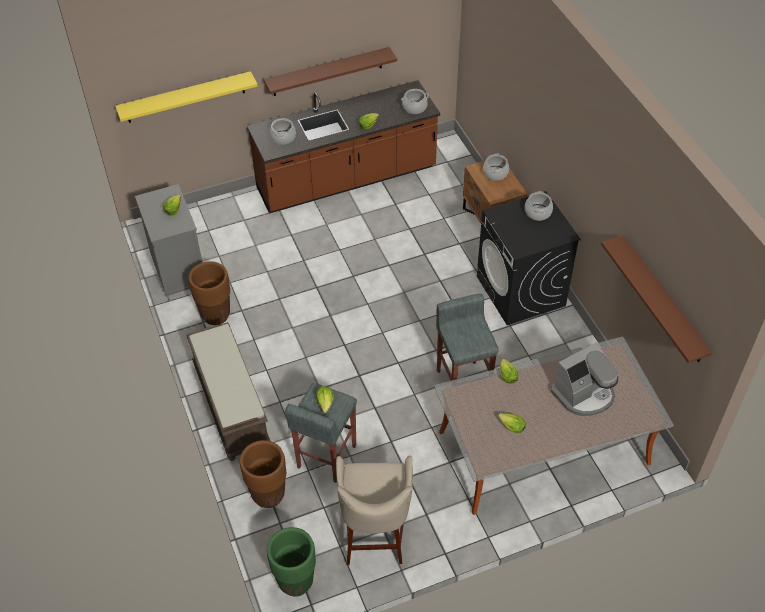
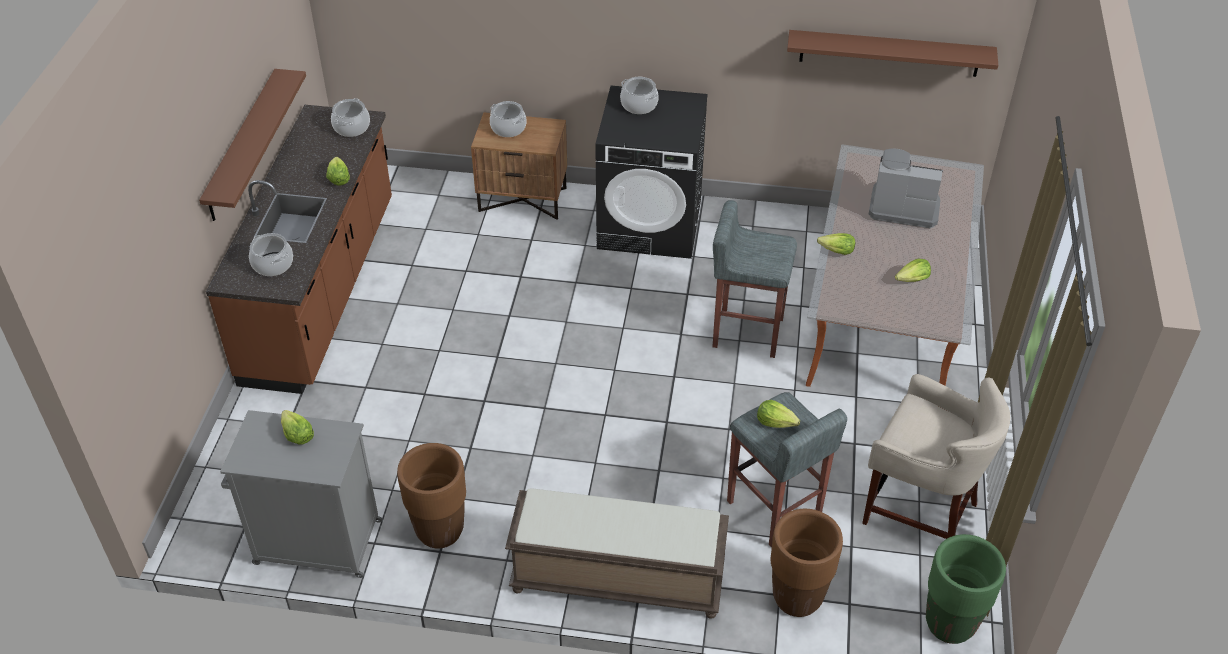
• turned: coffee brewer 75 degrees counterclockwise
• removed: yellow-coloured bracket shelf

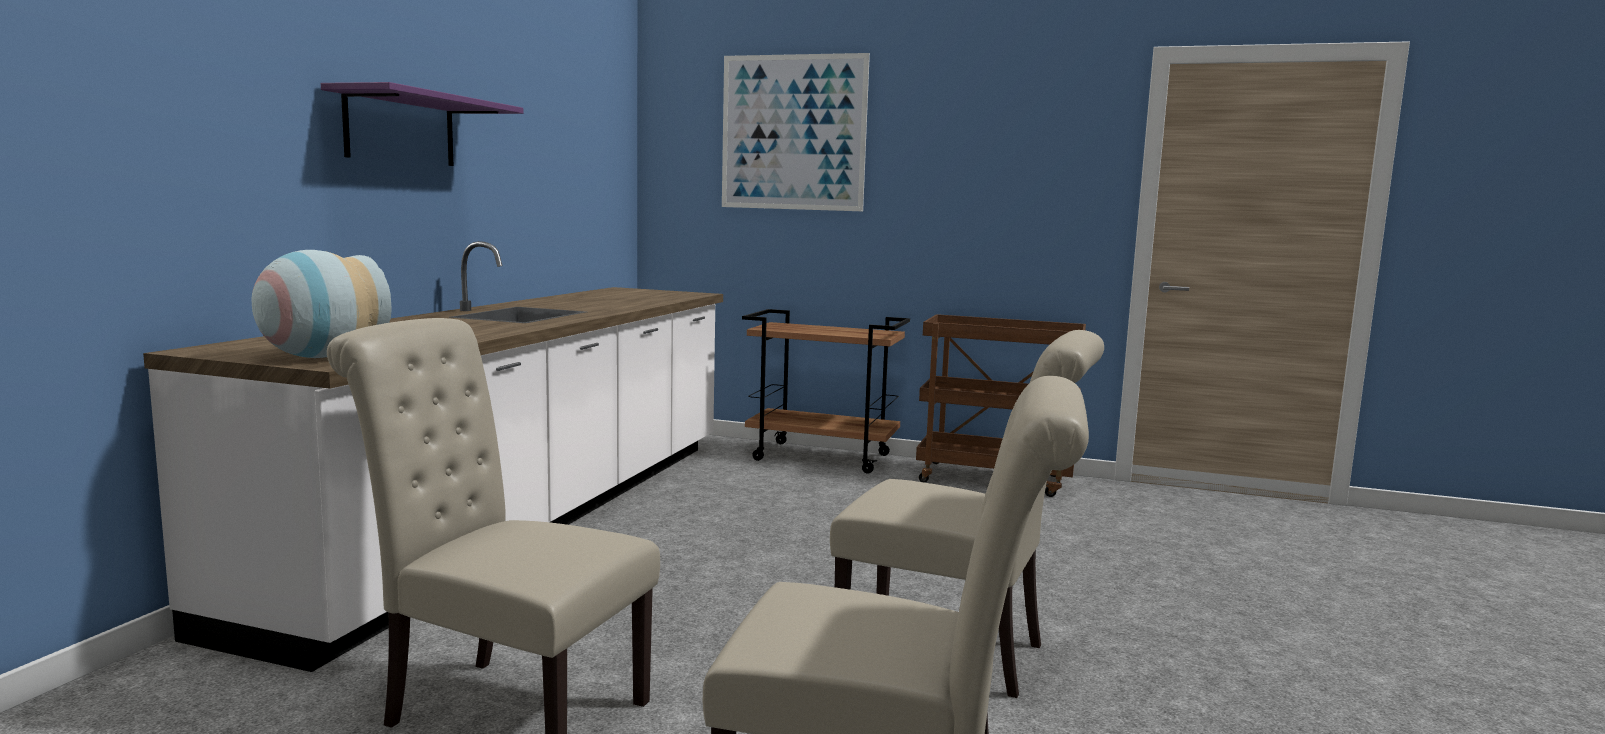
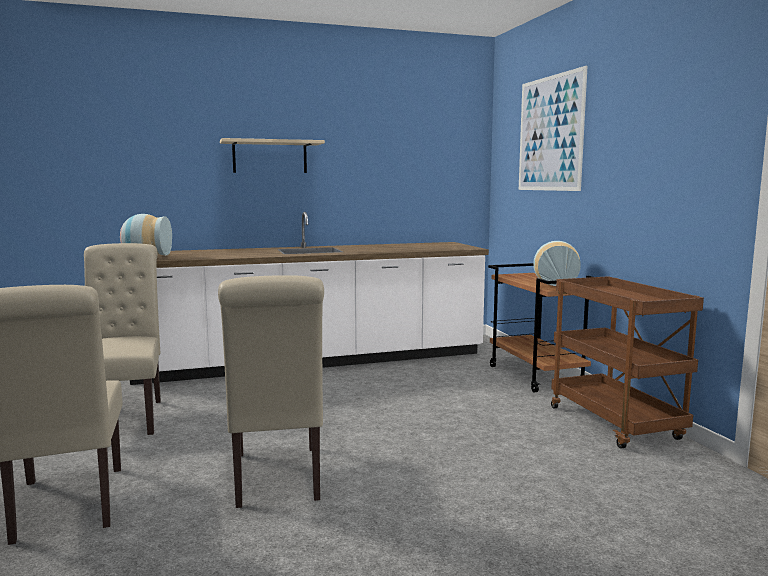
• recoloured: purple-coloured bracket shelf to beige bracket shelf
• added: flower vase (2nd from left)

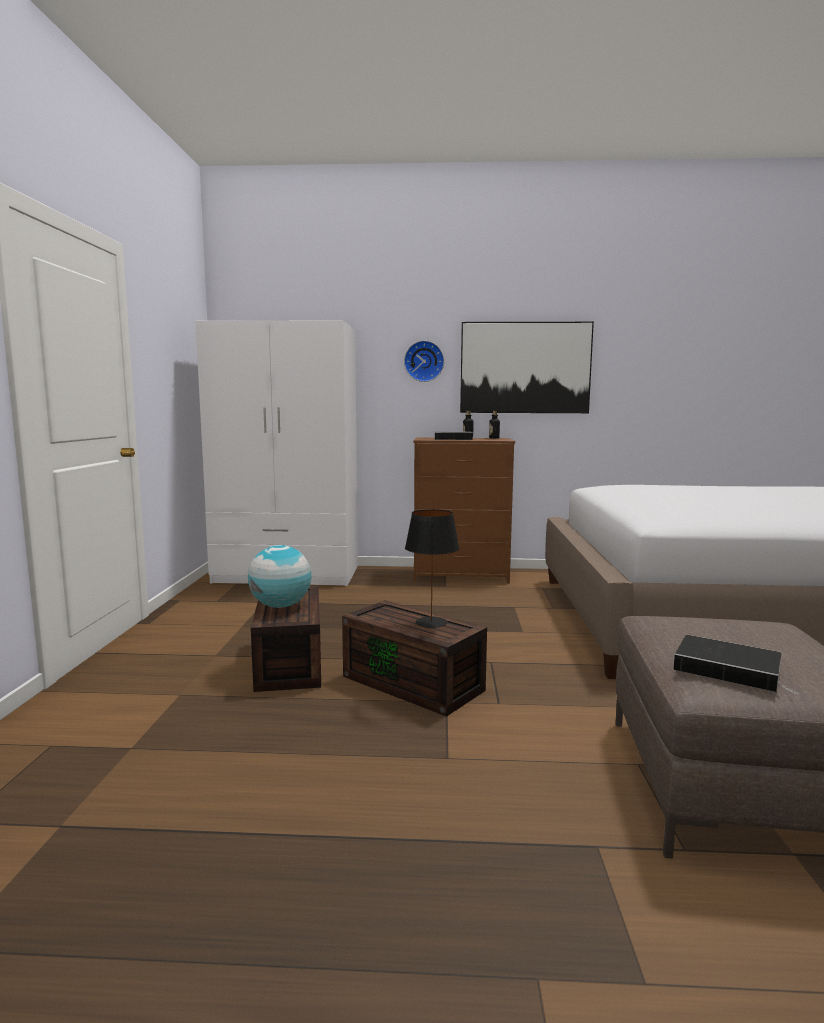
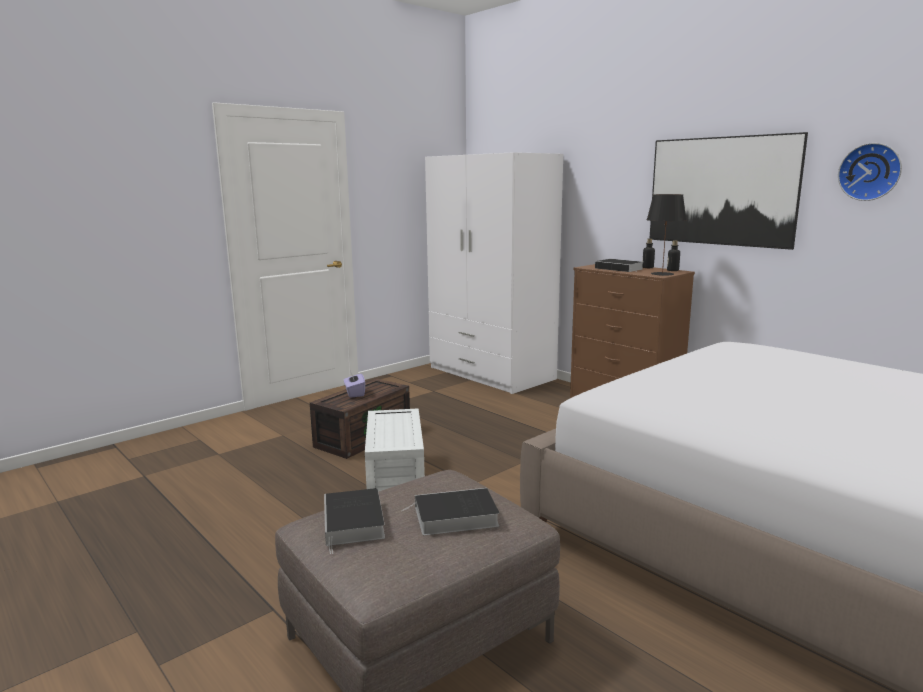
• replaced: world globe to purple-coloured box of tissues
• recoloured: brown storage bin (2nd from left) to whitish storage bin
• added: book (2nd from left)
• moved: black table lamp
• moved: hanging clock

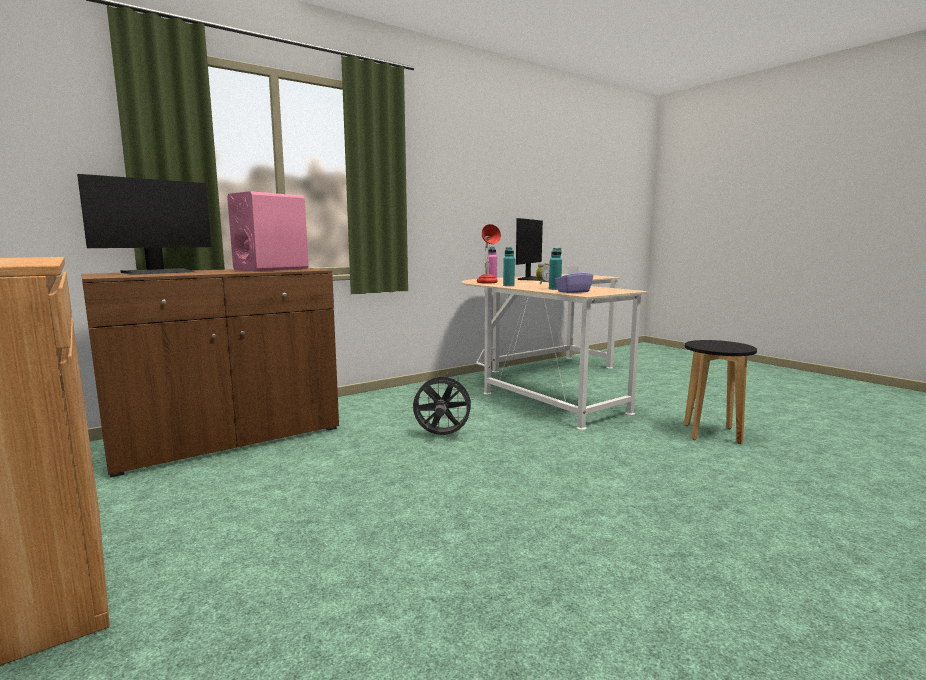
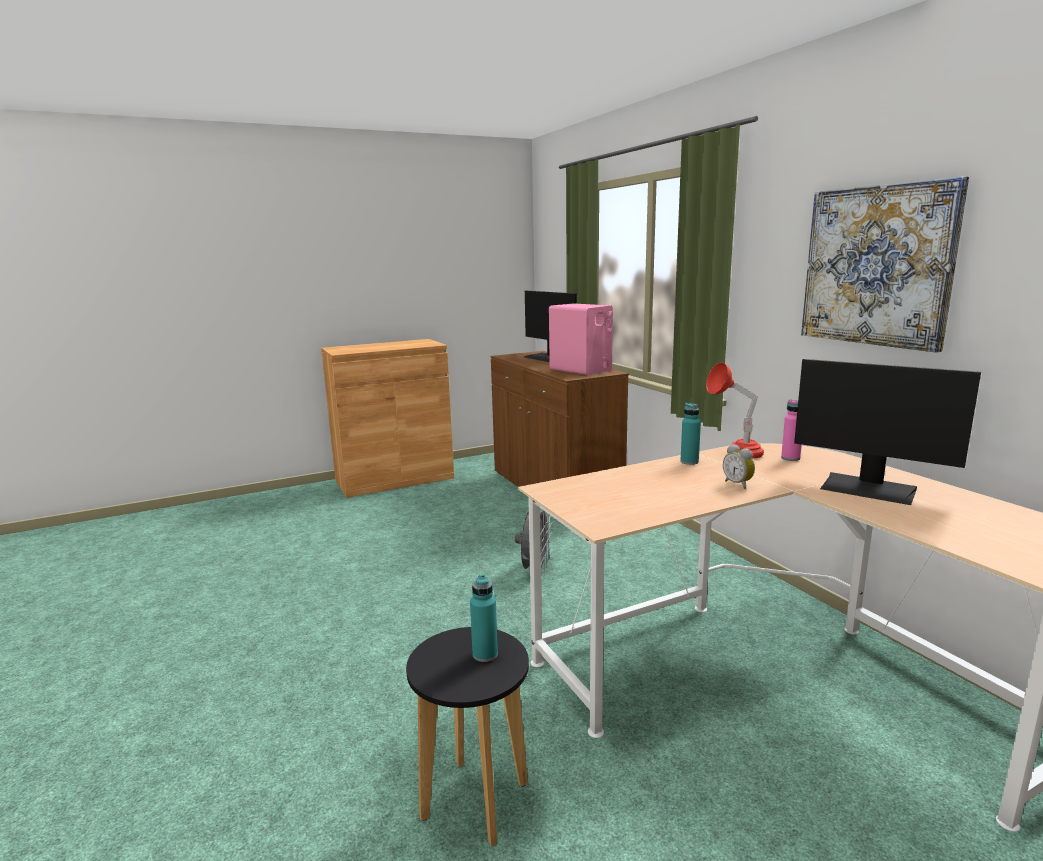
• moved: blue-green drink bottle (2nd from left in the first image) to blue-green drink bottle (1st from left)
• added: picture
• removed: purple-coloured box of tissues

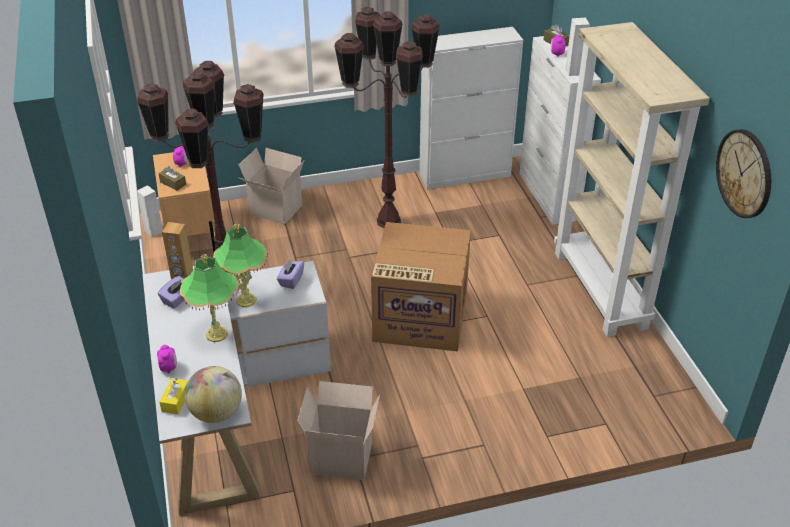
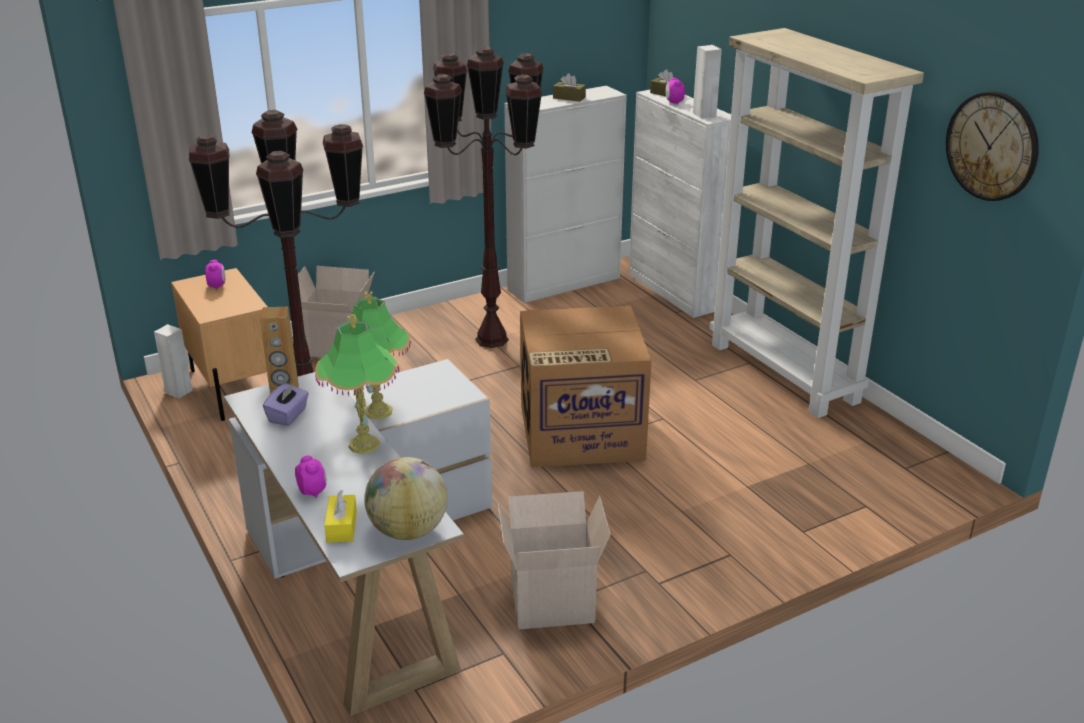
• moved: brown box of tissues (1st from left)
• removed: purple-coloured box of tissues (2nd from left)

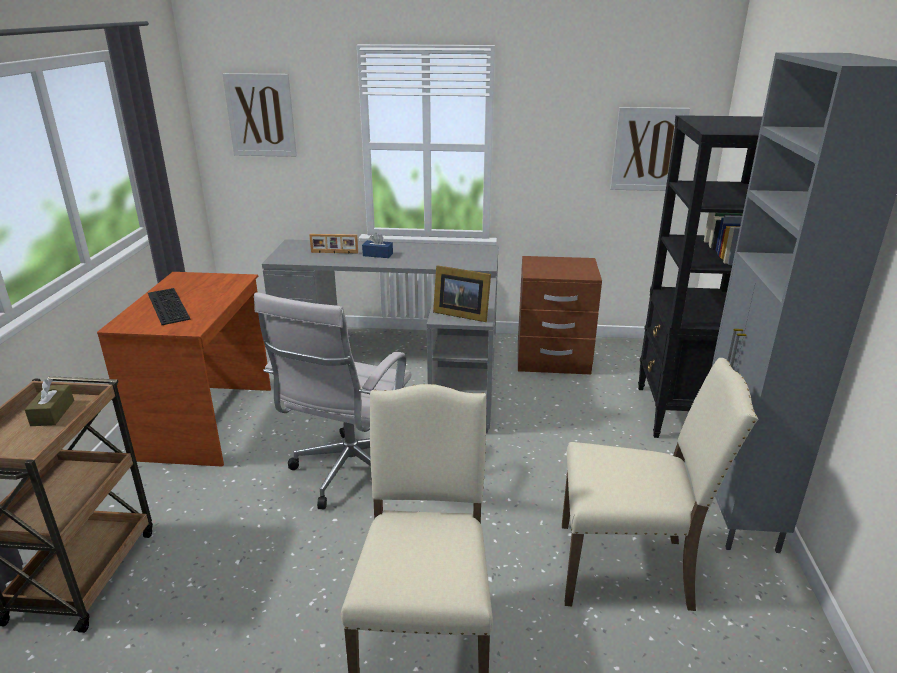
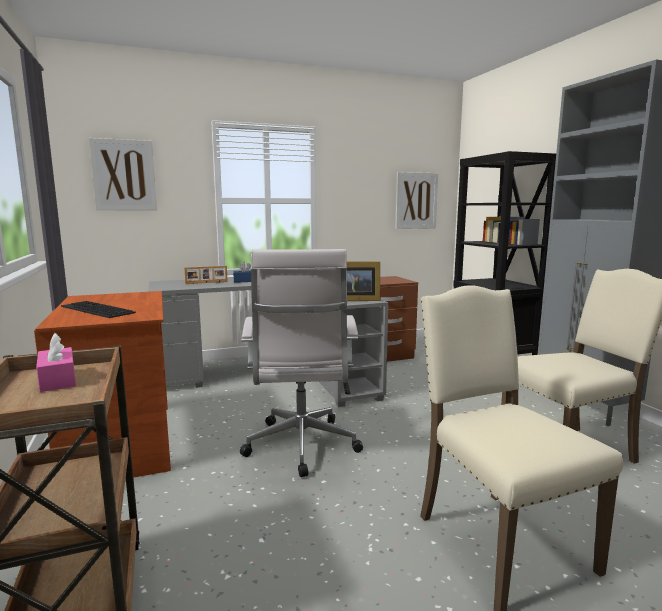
• recoloured: brown box of tissues to pink-coloured box of tissues

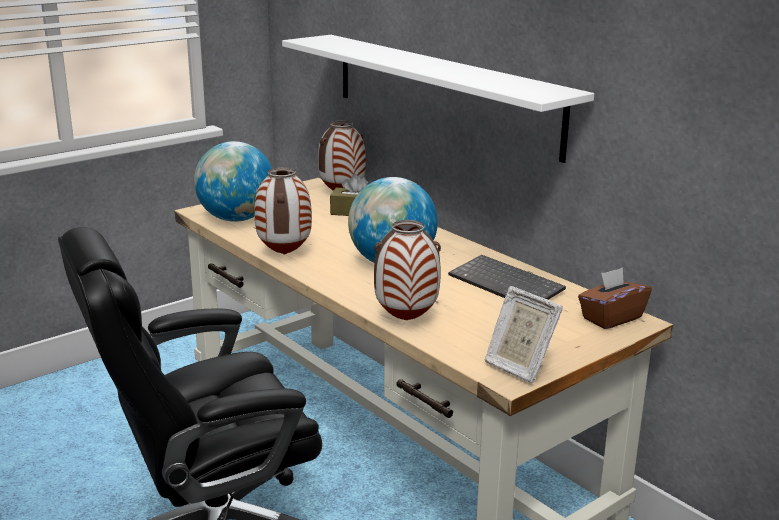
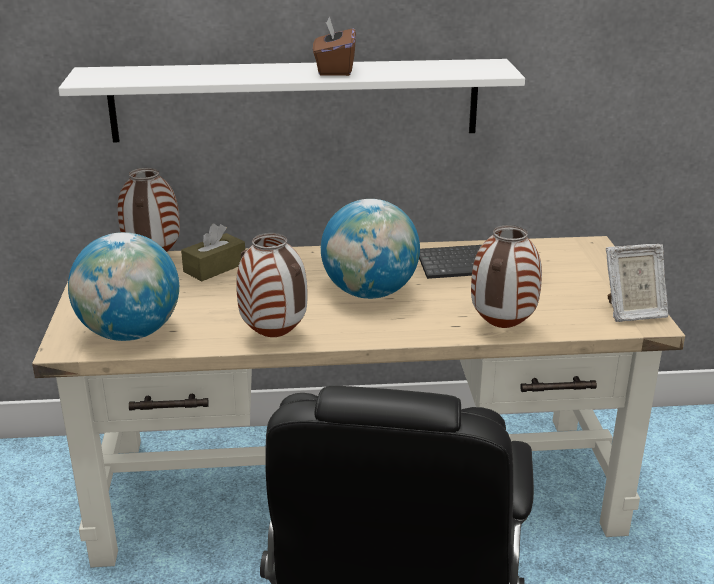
• moved: brown box of tissues (2nd from left)

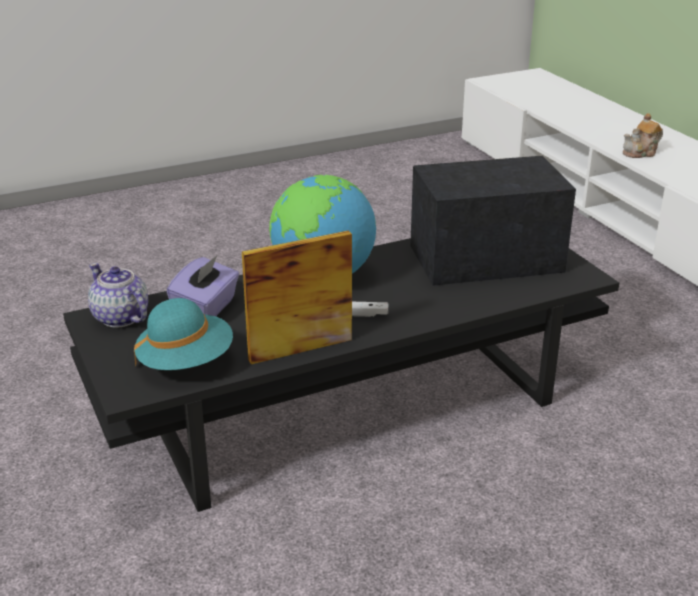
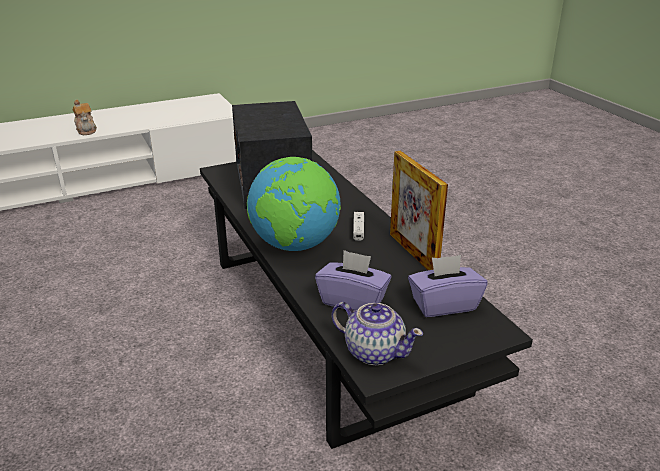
• turned: tea pot (1st from left in the first image) 105 degrees counterclockwise
• replaced: blue-green clothing hat to purple-coloured box of tissues (2nd from left)

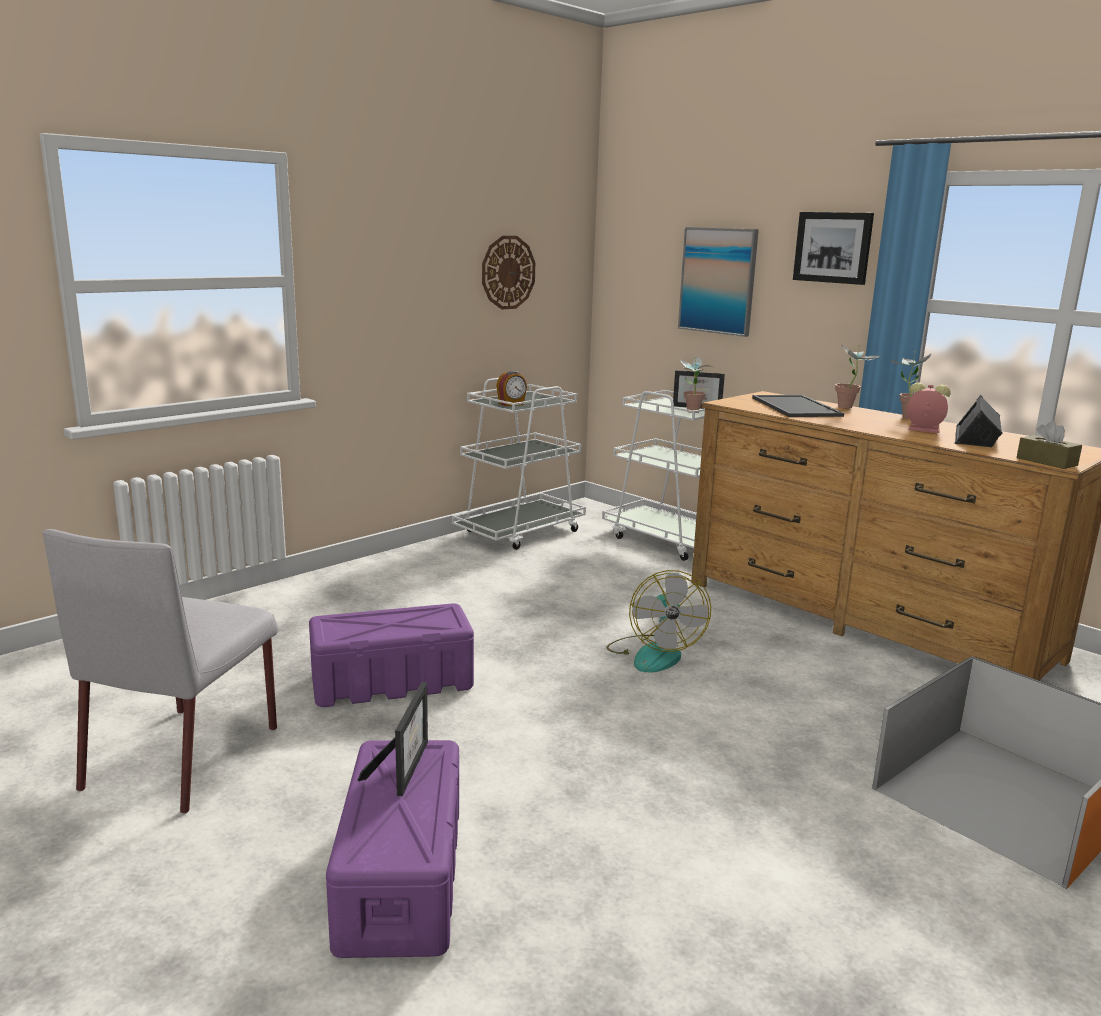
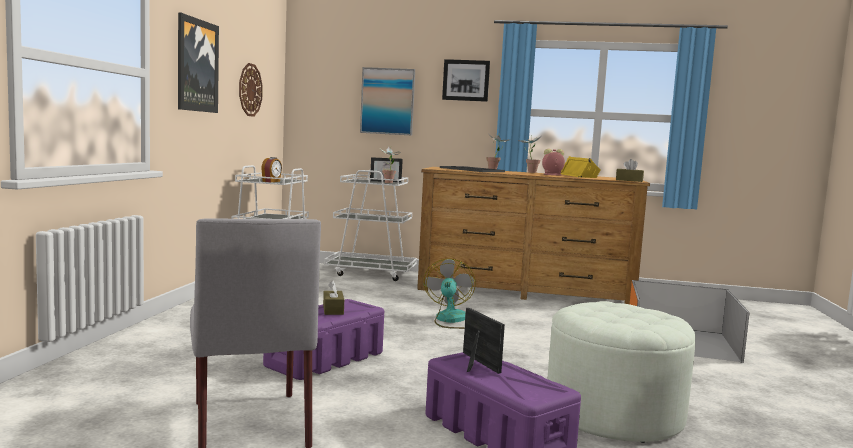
• added: picture (1st from left)
• added: brown box of tissues (1st from left)
• turned: fan 135 degrees counterclockwise
• added: whitish ottoman
• recoloured: black audio speaker to yellow-coloured audio speaker

